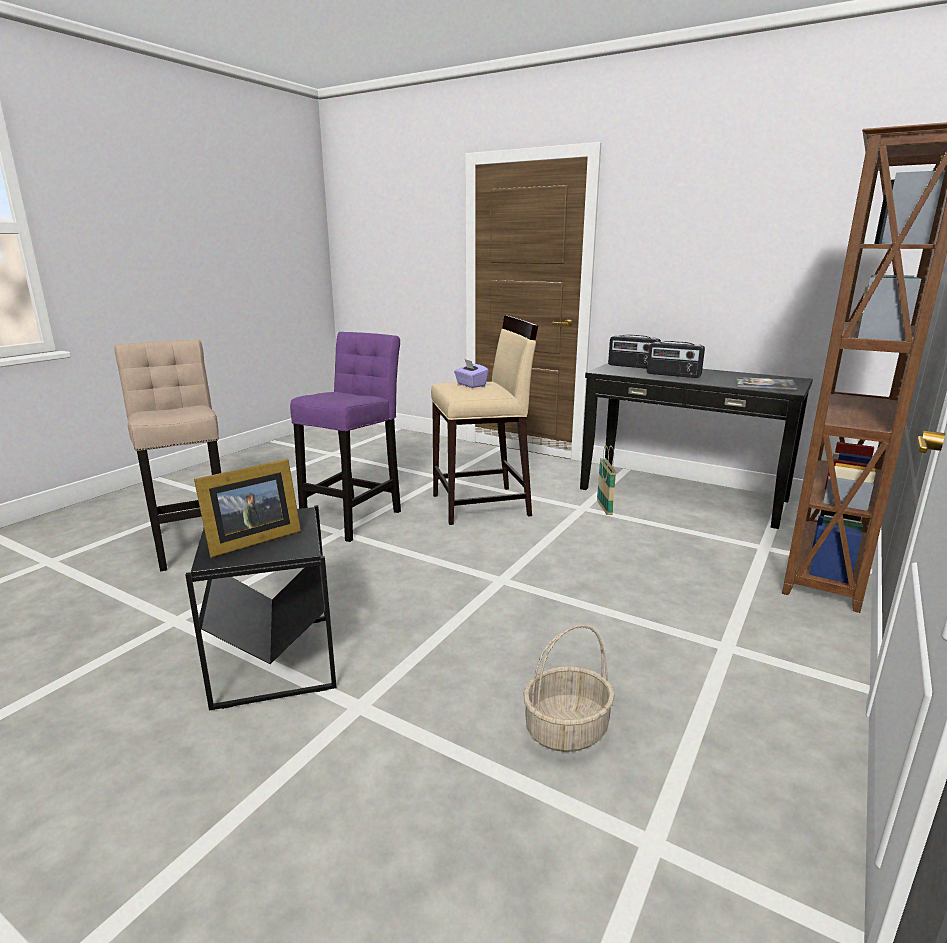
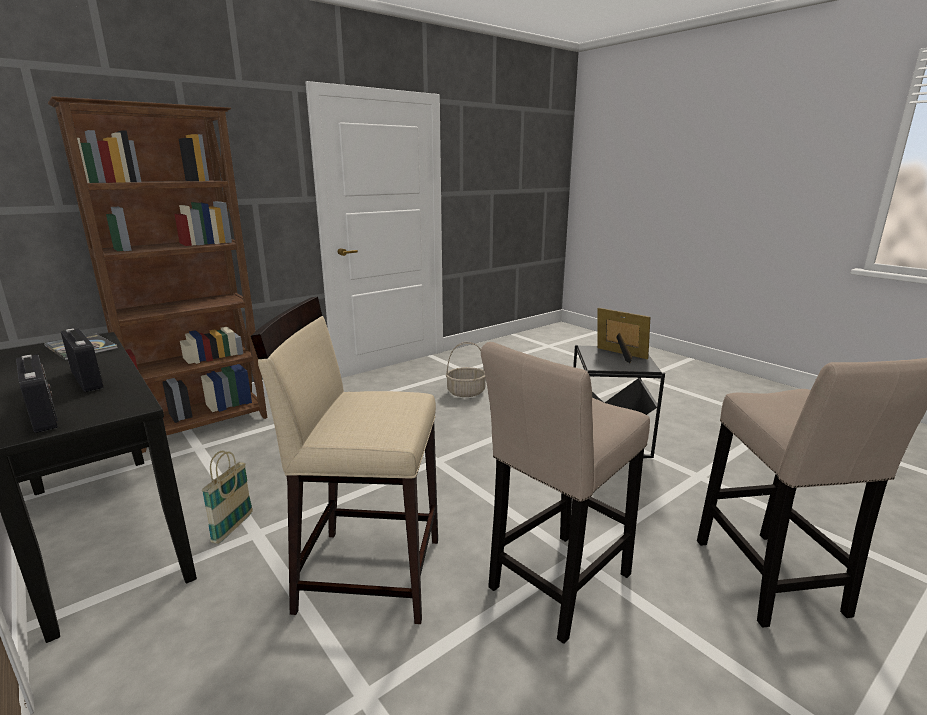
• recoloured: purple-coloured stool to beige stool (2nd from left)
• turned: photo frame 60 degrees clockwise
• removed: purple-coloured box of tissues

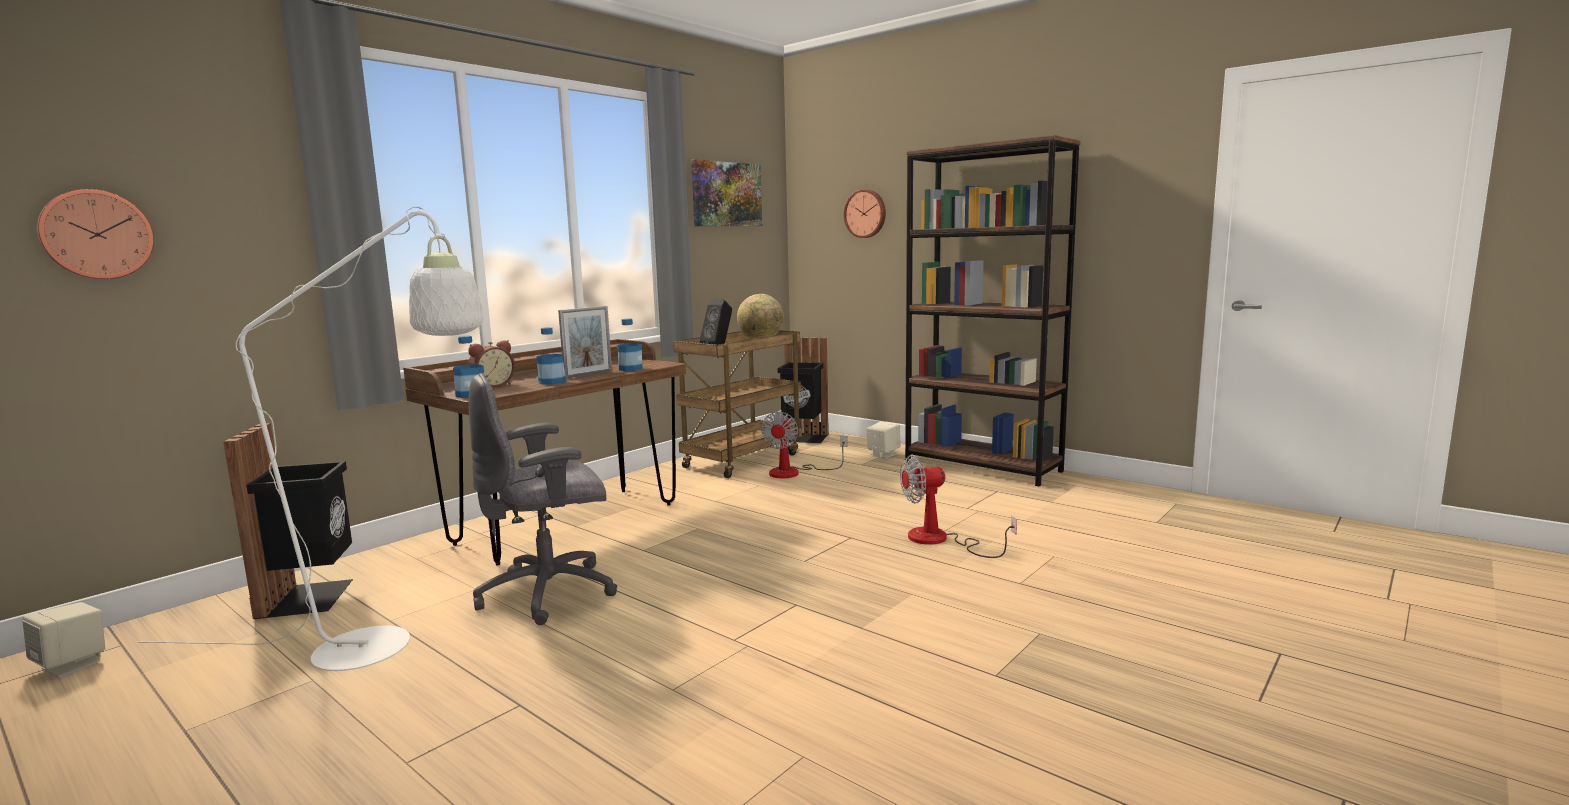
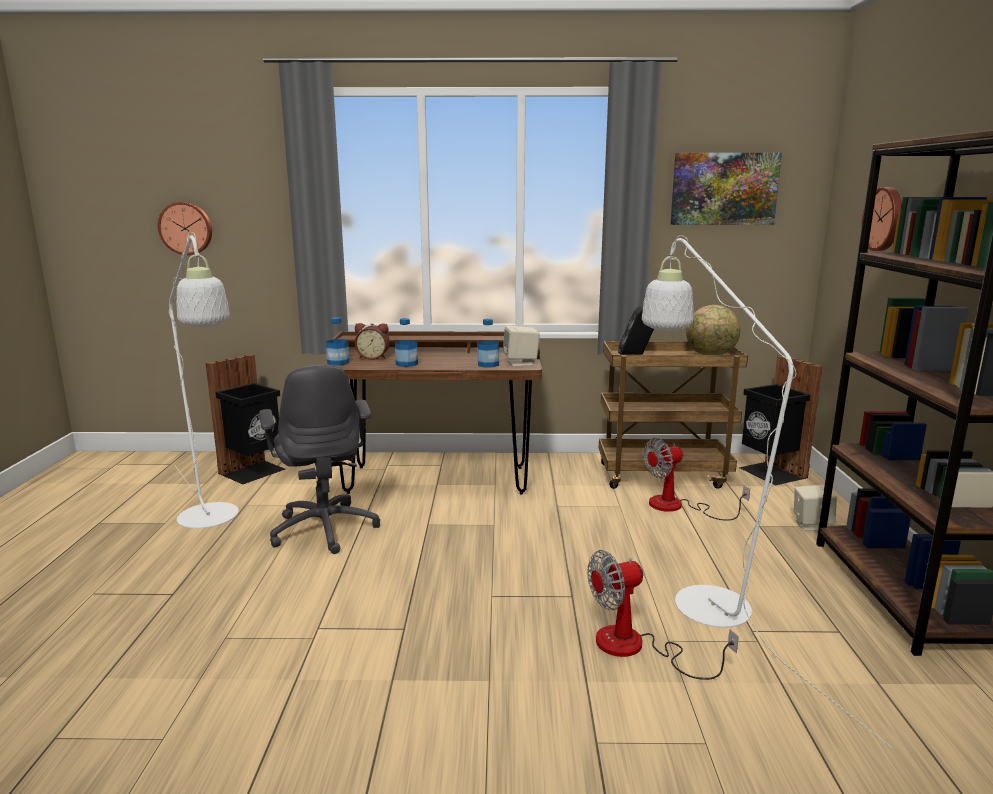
• turned: gray computer chair 135 degrees counterclockwise
• moved: beige audio speaker (1st from left)
• turned: fan (2nd from left in the first image) 60 degrees counterclockwise
• added: whitish floor lamp (2nd from left)
• removed: photo frame

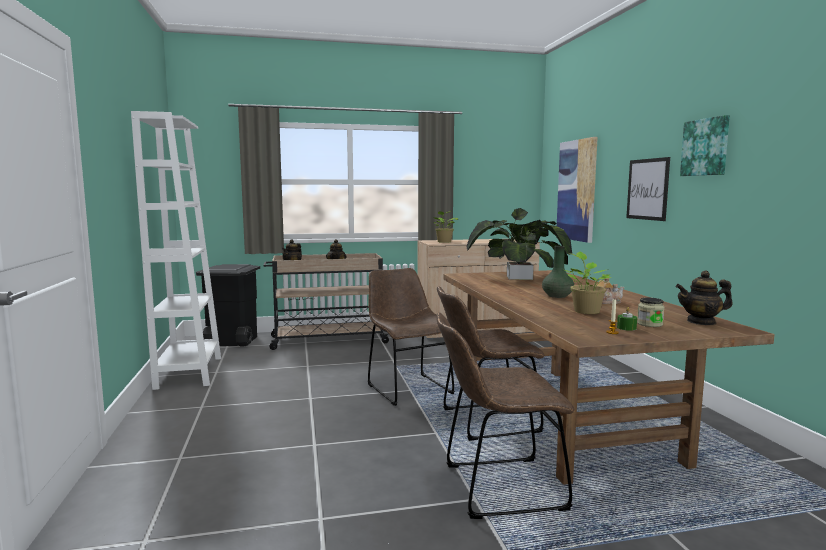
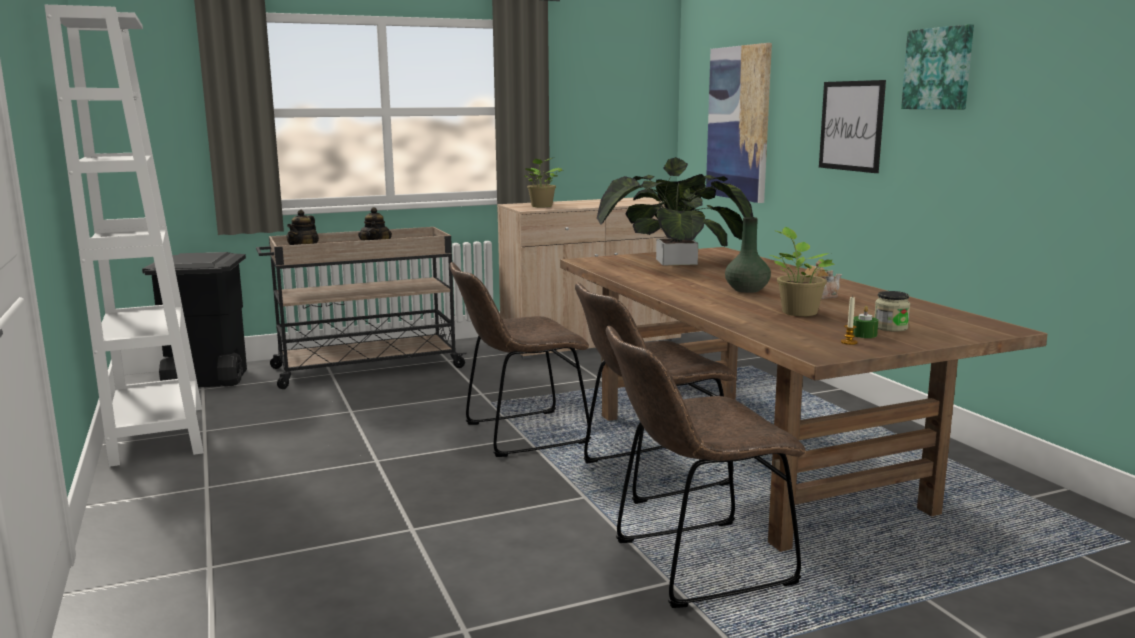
• turned: brown chair (1st from left) 75 degrees counterclockwise
• removed: tea pot (4th from left)

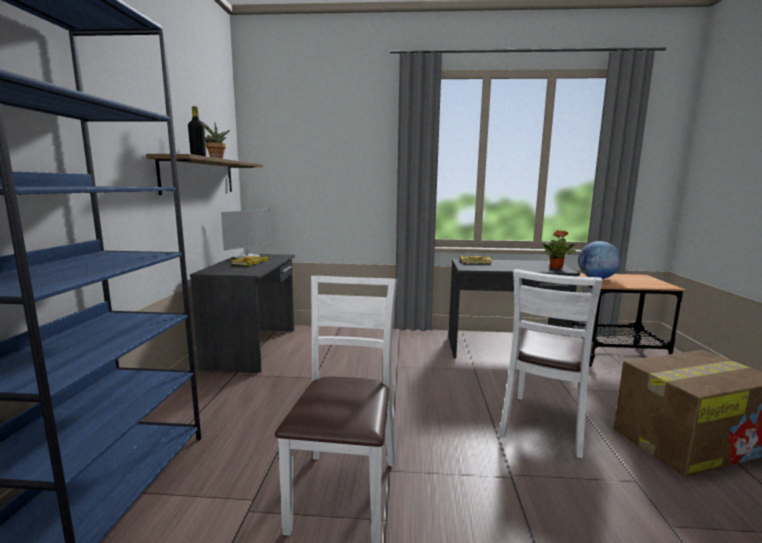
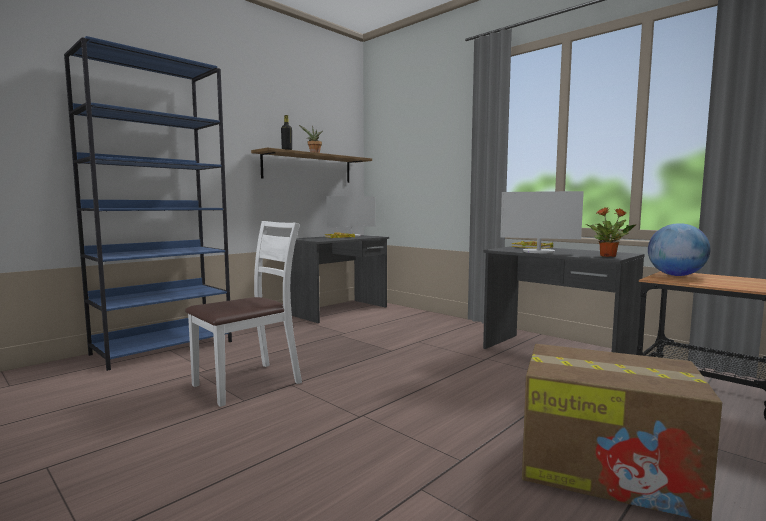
• added: computer screen (2nd from left)
• removed: whitish chair (2nd from left)

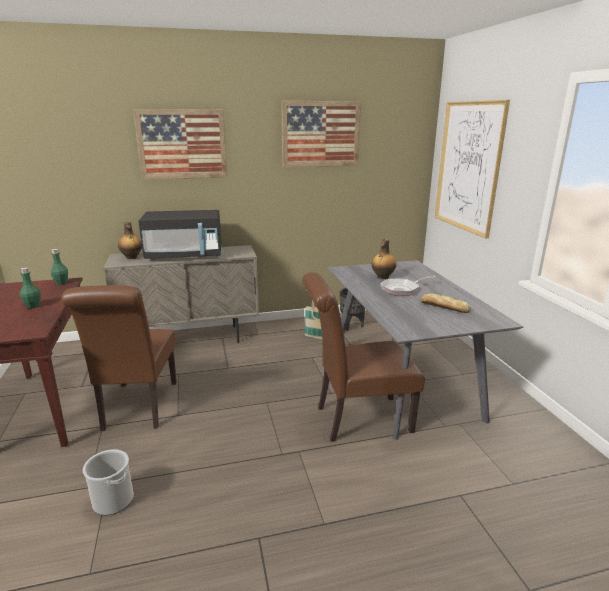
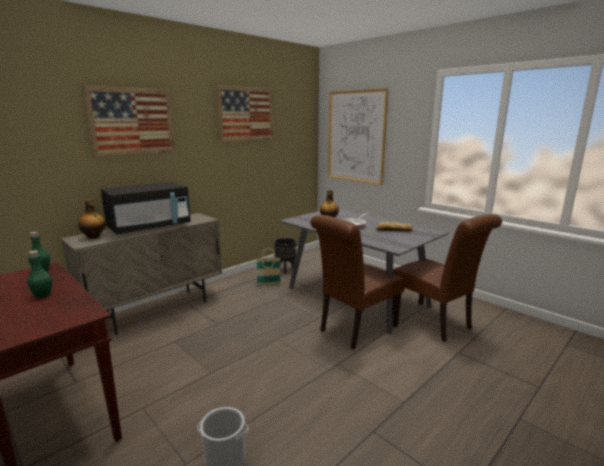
• moved: brown chair (1st from left in the first image) to brown chair (2nd from left)

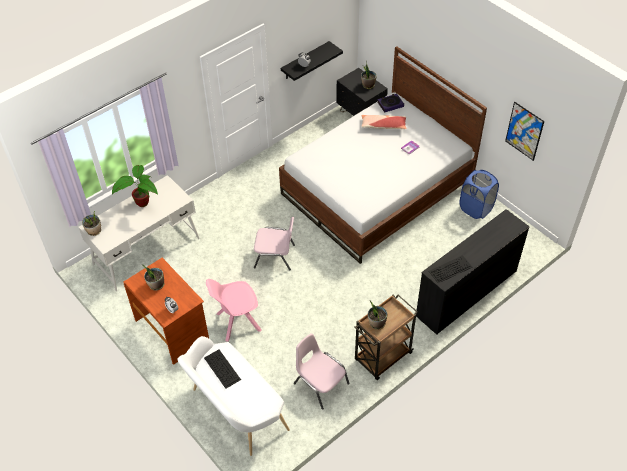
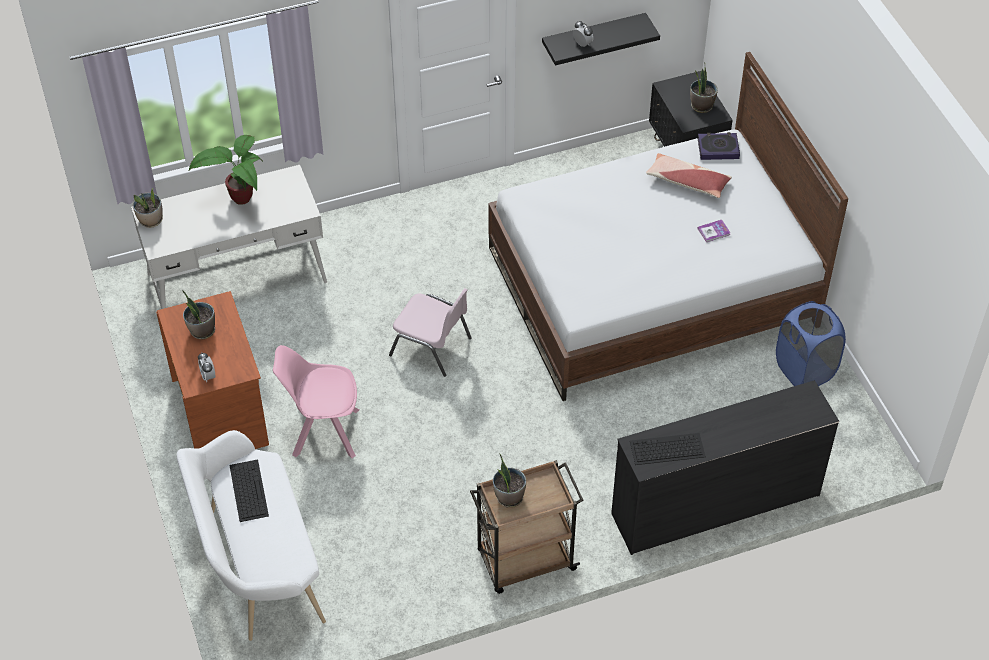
• removed: pink-coloured chair (3rd from left)
• removed: picture

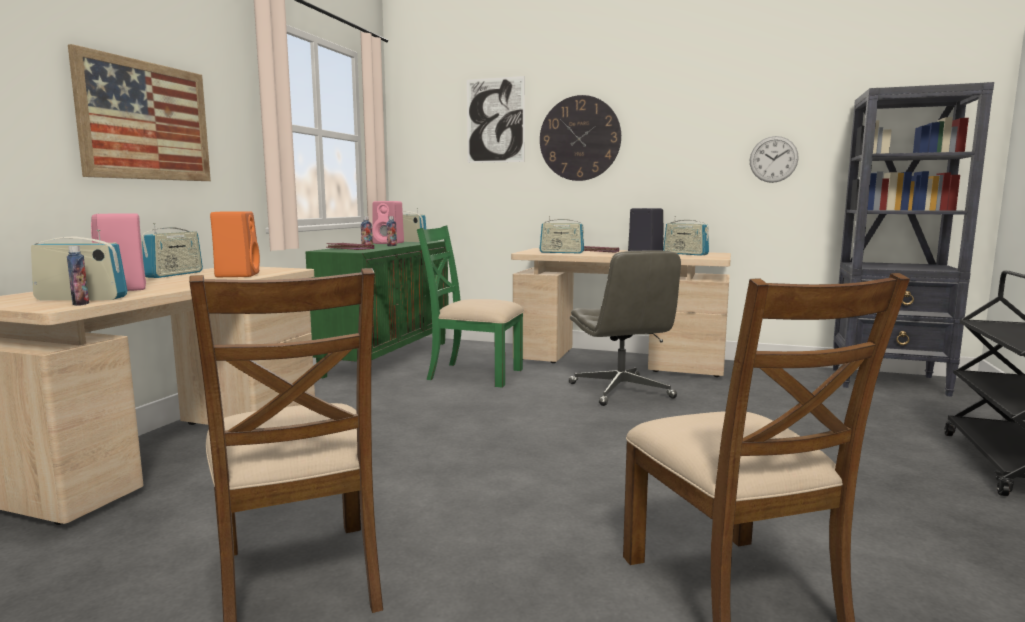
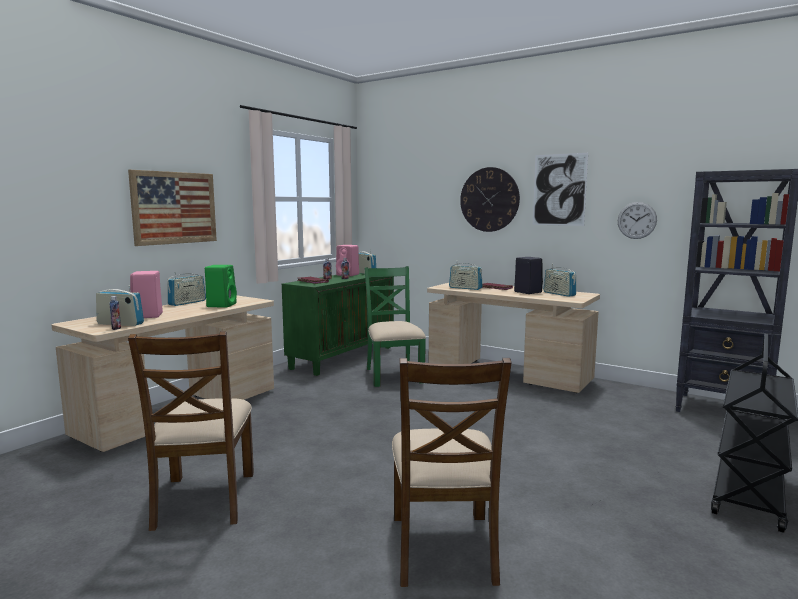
• recoloured: orange-coloured audio speaker to green audio speaker
• turned: green chair 45 degrees clockwise
• moved: picture (2nd from left)
• removed: gray computer chair

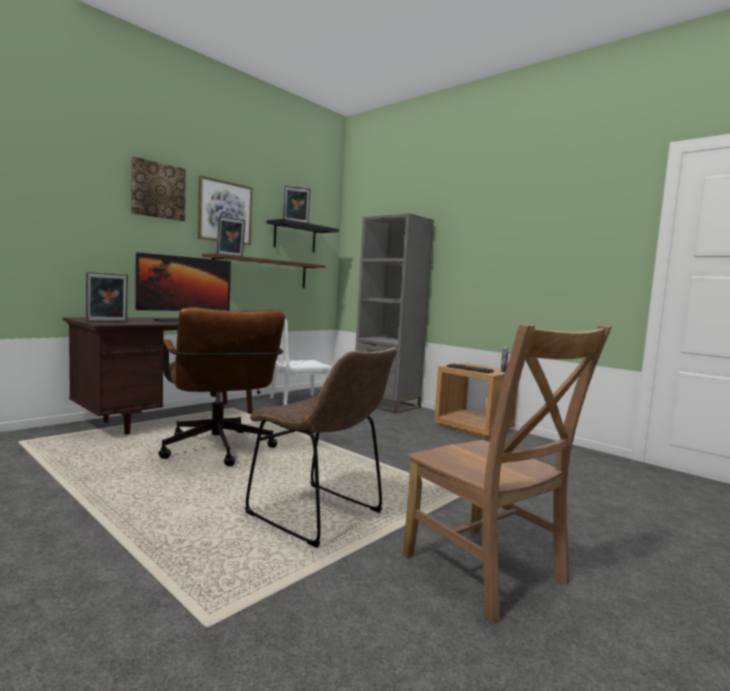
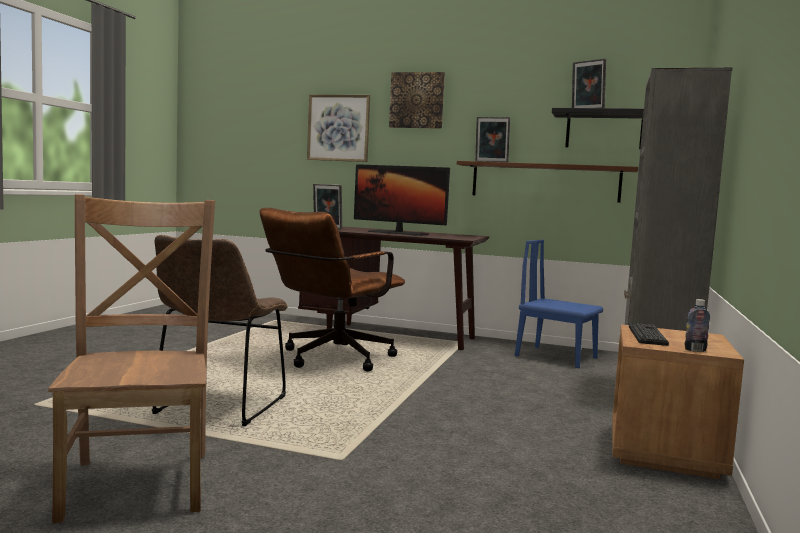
• turned: brown chair (2nd from left in the first image) 135 degrees clockwise
• moved: picture (2nd from left in the first image) to picture (1st from left)
• recoloured: whitish chair to bluish chair

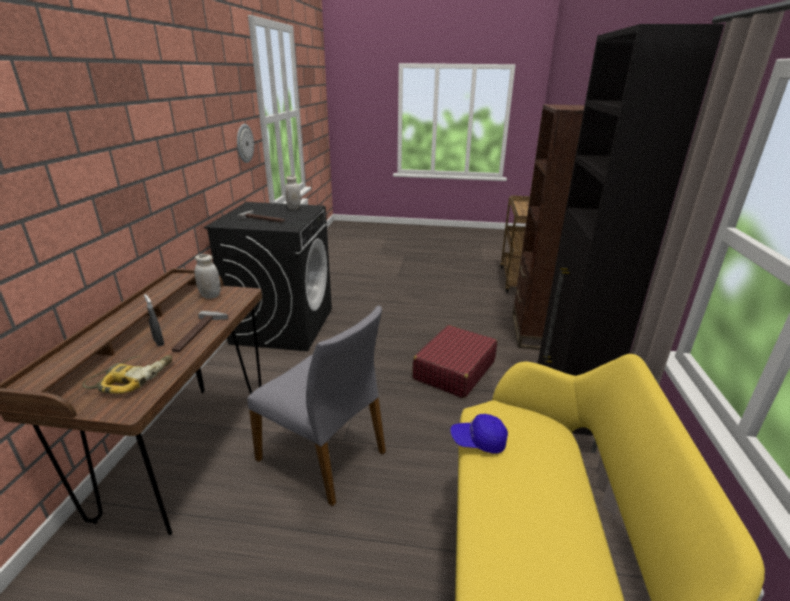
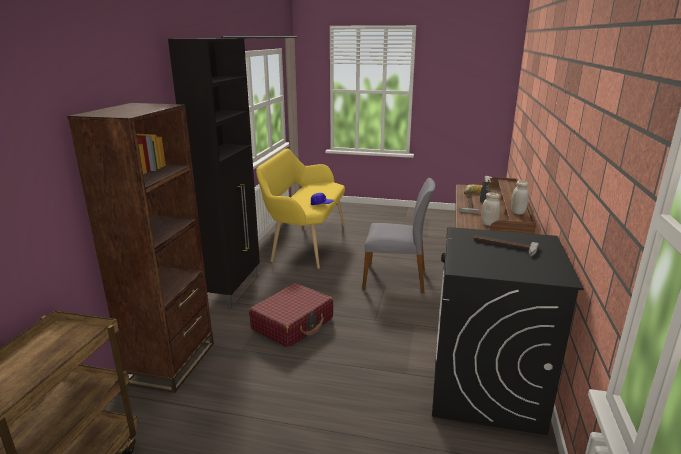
• turned: gray chair 150 degrees clockwise
• moved: whitish storage jar (2nd from left)
• removed: hanging clock

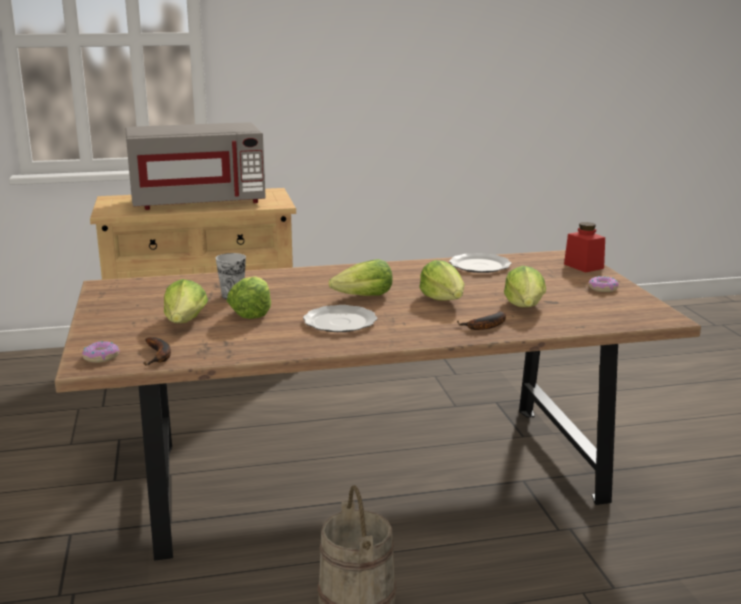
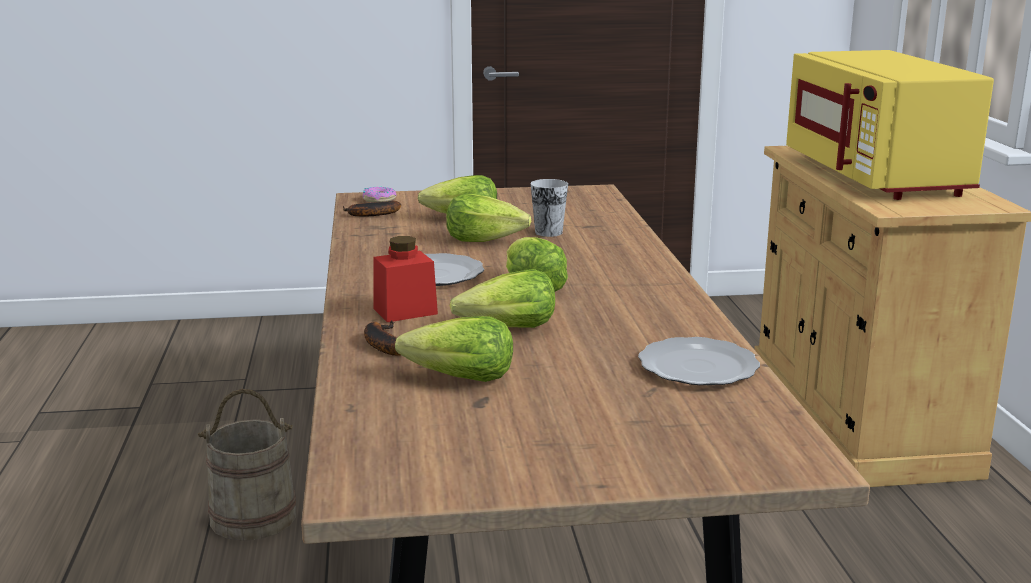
• moved: red-coloured storage jar
• recoloured: gray kitchen microwave to yellow-coloured kitchen microwave
• removed: donut (2nd from left)

